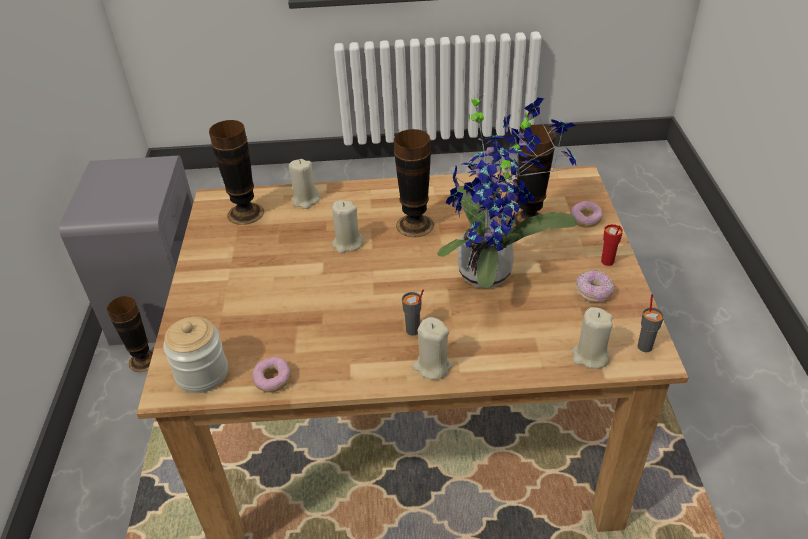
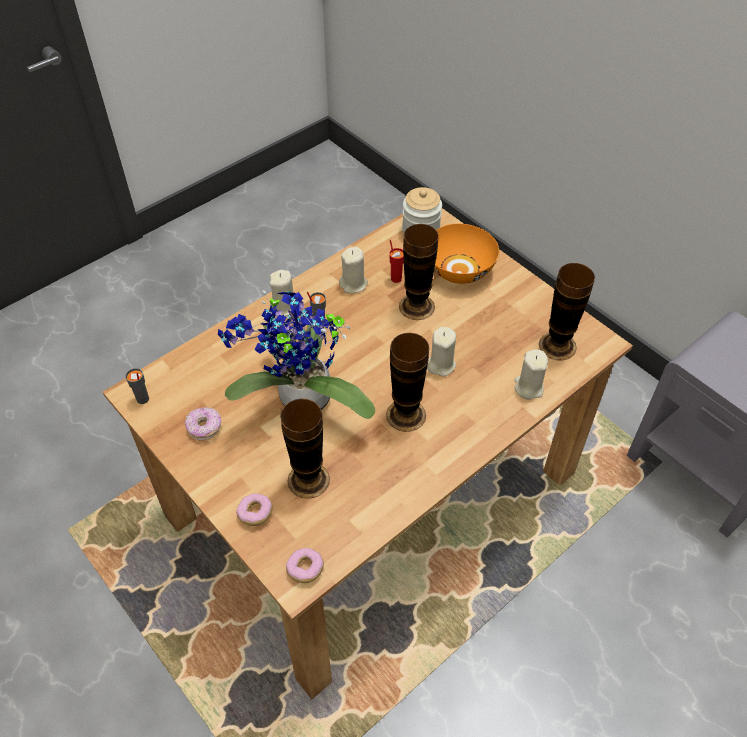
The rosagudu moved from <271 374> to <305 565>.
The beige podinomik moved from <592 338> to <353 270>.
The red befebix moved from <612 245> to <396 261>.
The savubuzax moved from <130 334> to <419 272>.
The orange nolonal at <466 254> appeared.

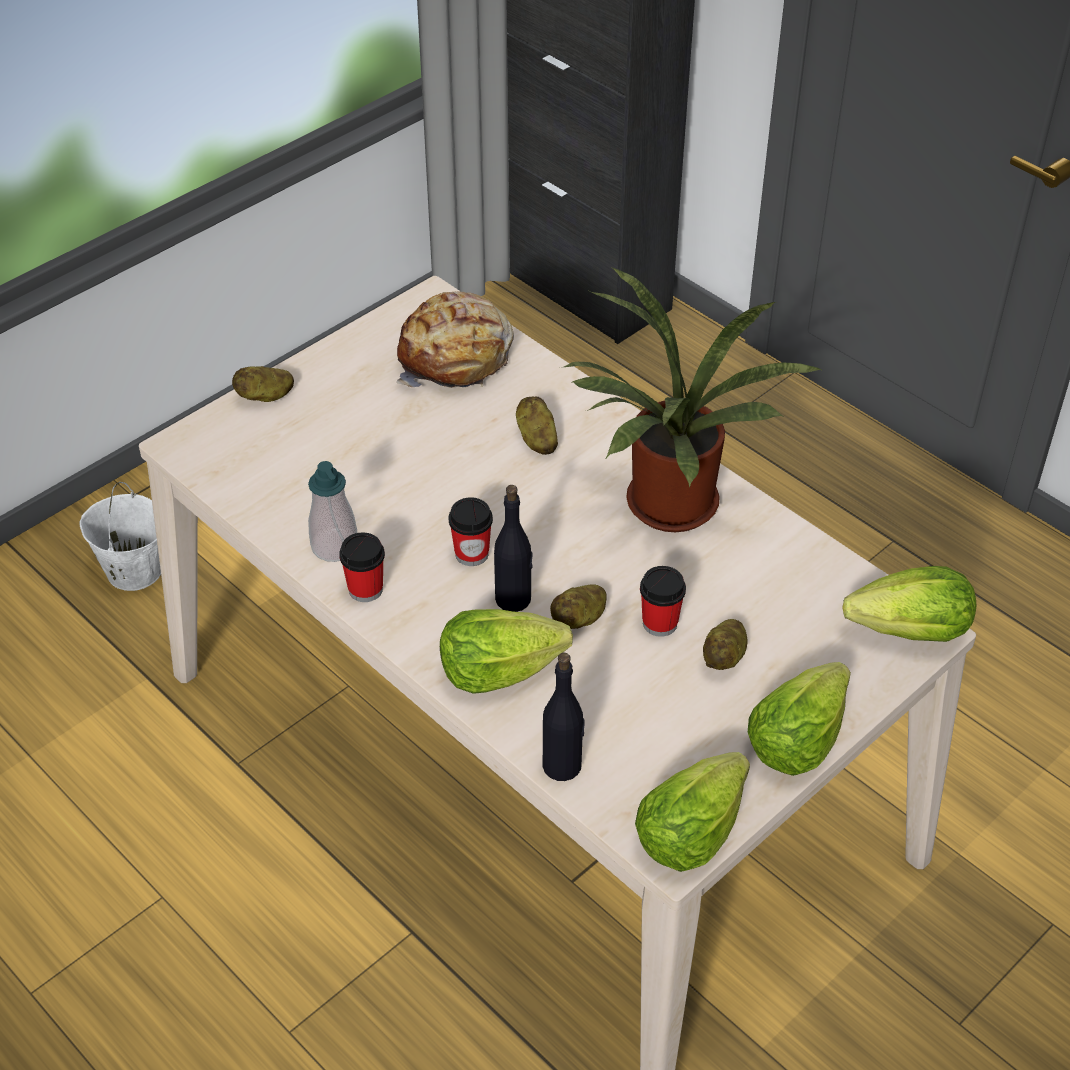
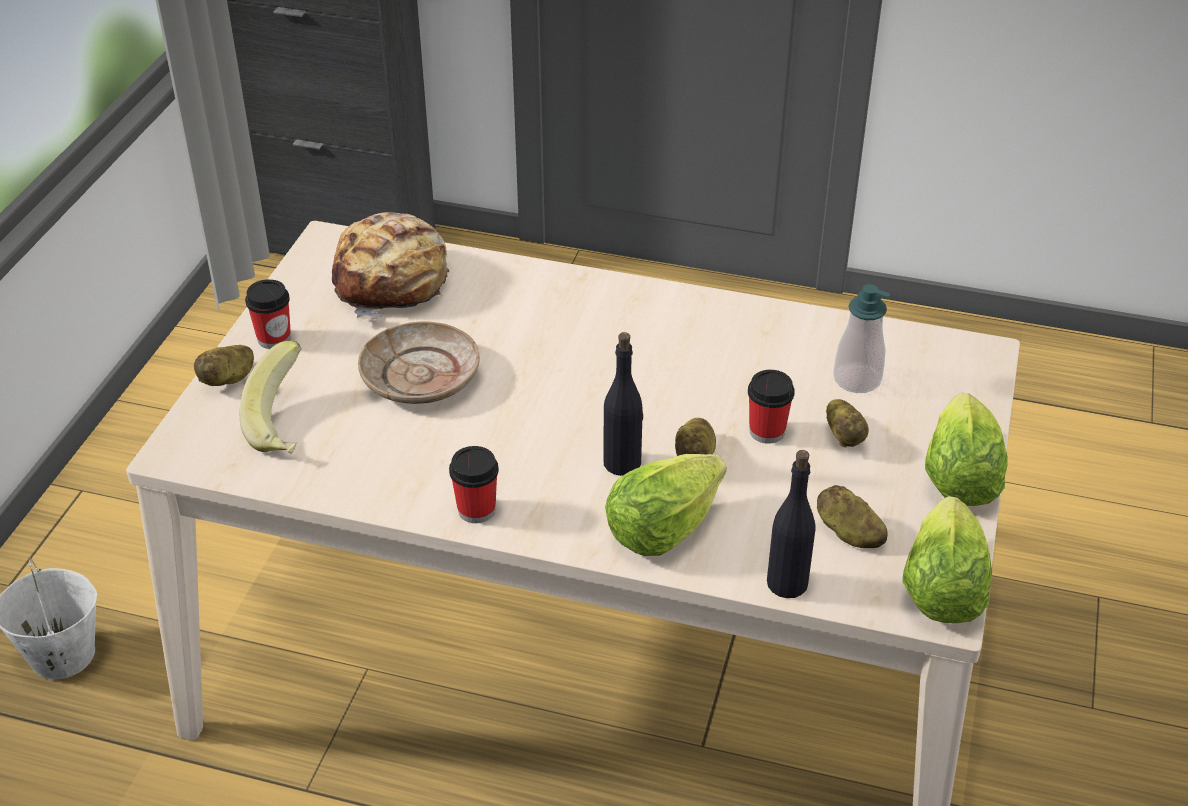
The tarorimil at <271 397> appeared.
The befebix moved from <471 531> to <268 314>.
The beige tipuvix at <419 362> appeared.
The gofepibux moved from <537 425> to <852 516>.
The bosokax moved from <332 511> to <861 338>.
The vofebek at <693 399> disappeared.
The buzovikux at <909 604> disappeared.

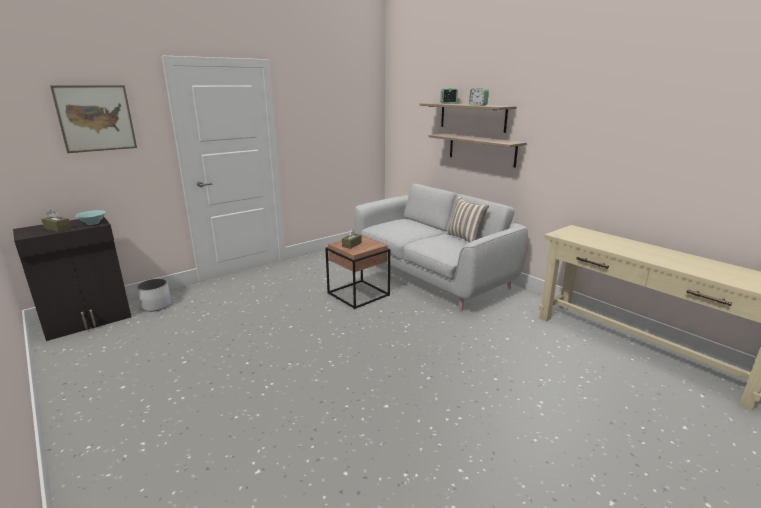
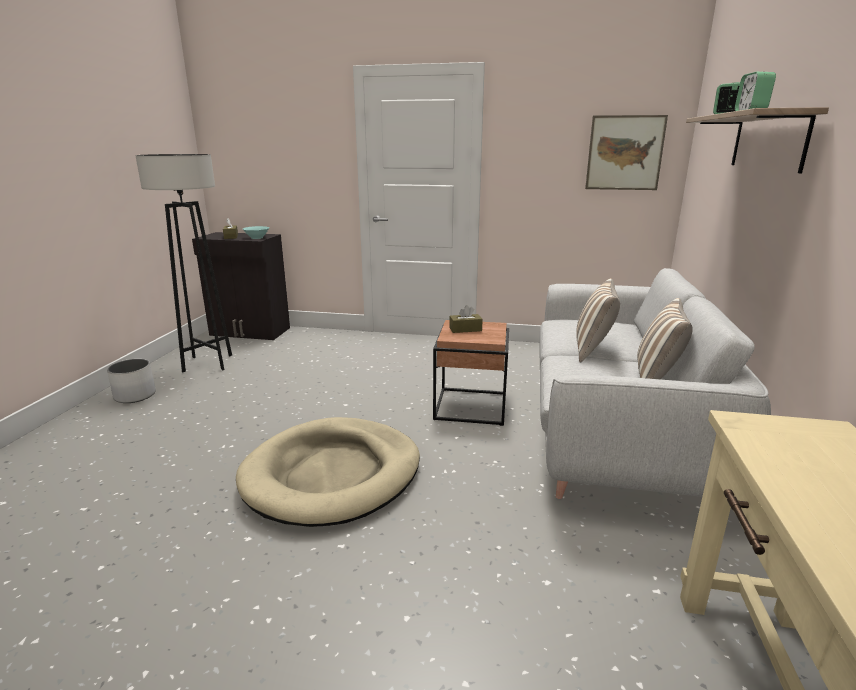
The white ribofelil moved from <154 295> to <131 381>.
The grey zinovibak at <183 263> appeared.
The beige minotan at <328 472> appeared.
The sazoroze at <598 320> appeared.
The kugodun moved from <93 119> to <626 152>.
The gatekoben at <478 151> disappeared.

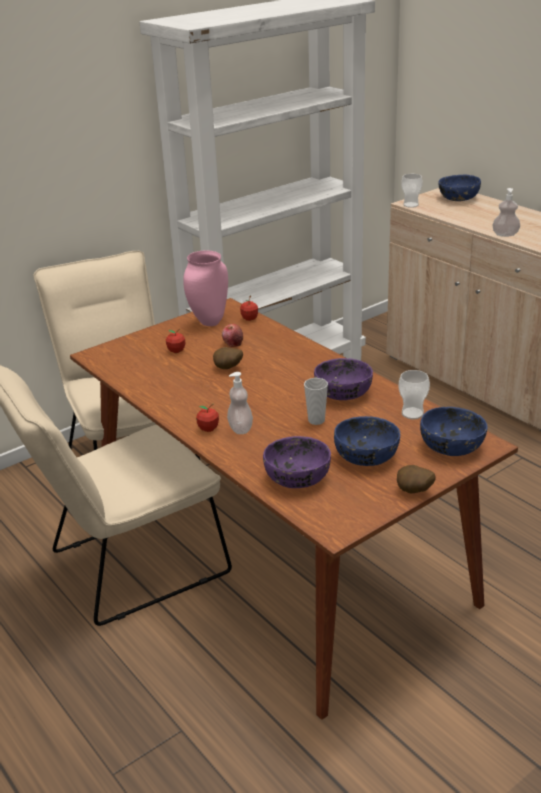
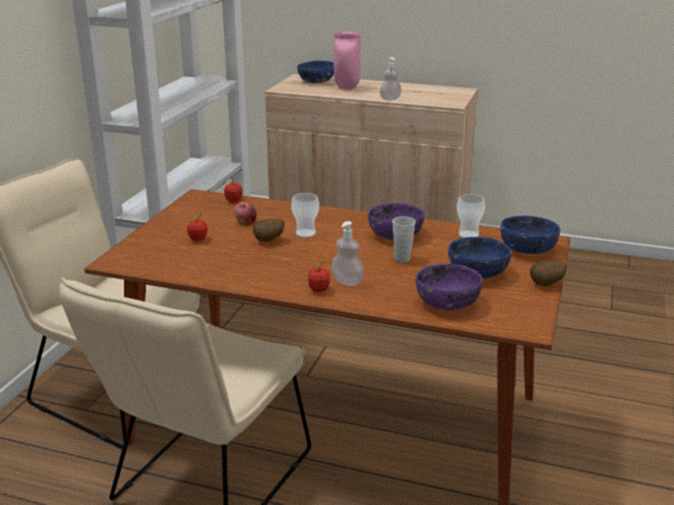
The befebix moved from <412 191> to <305 215>.
The pink savubuzax moved from <205 288> to <347 60>.

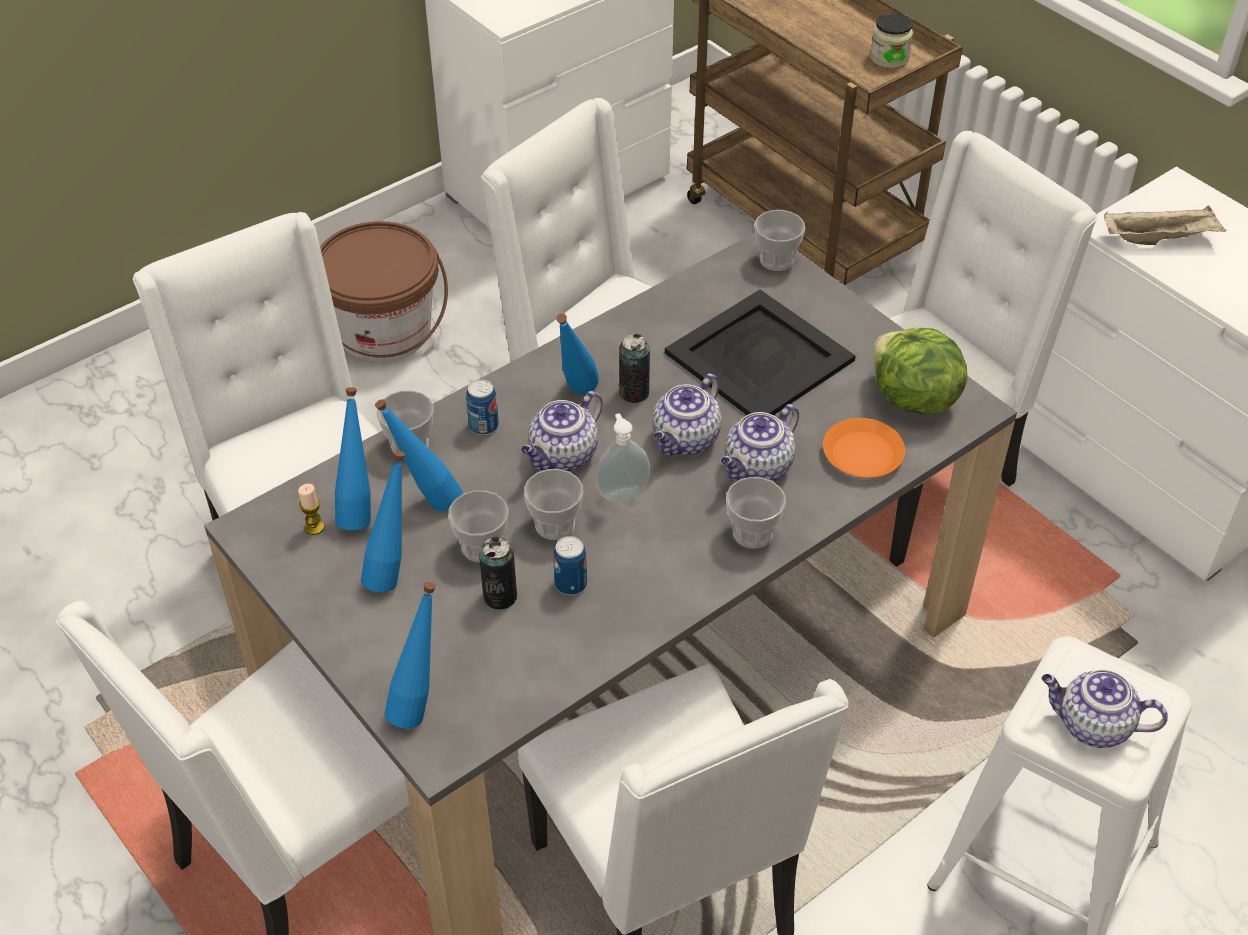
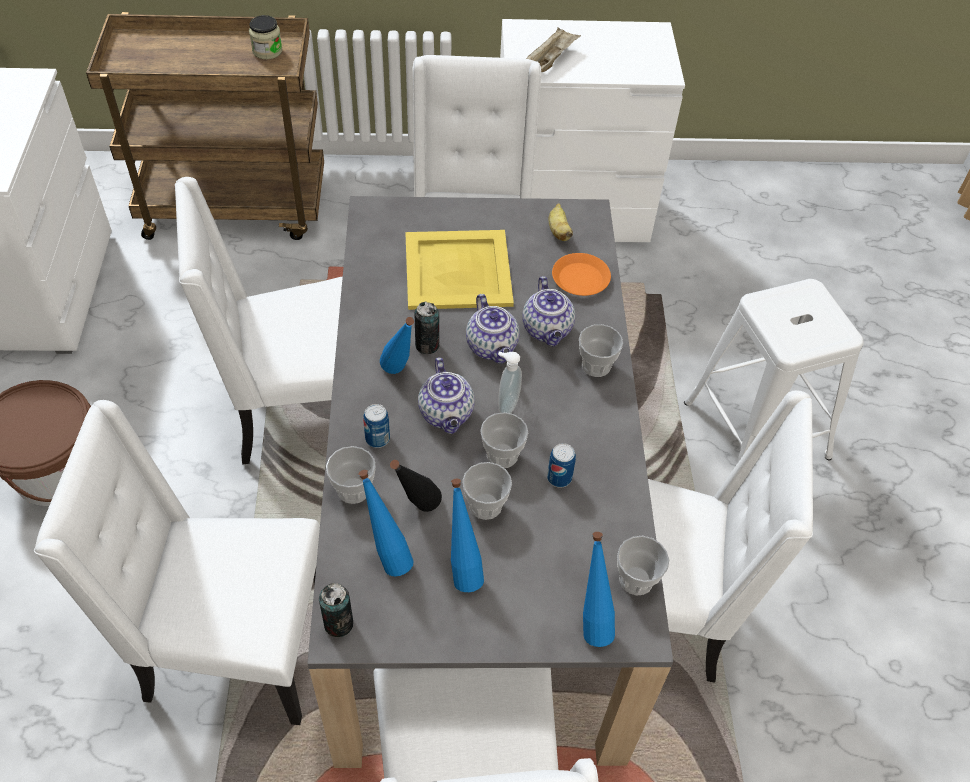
The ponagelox moved from <498 573> to <336 610>.
The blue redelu at <419 455> became the black redelu at <416 486>.
The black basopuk at <760 352> became the yellow basopuk at <459 270>.
The buzovikux at <920 371> was replaced by the tarorimil at <560 222>.
The befebix moved from <780 240> to <643 565>.
The podinomik at <311 509> disappeared.
The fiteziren at <1104 709> disappeared.

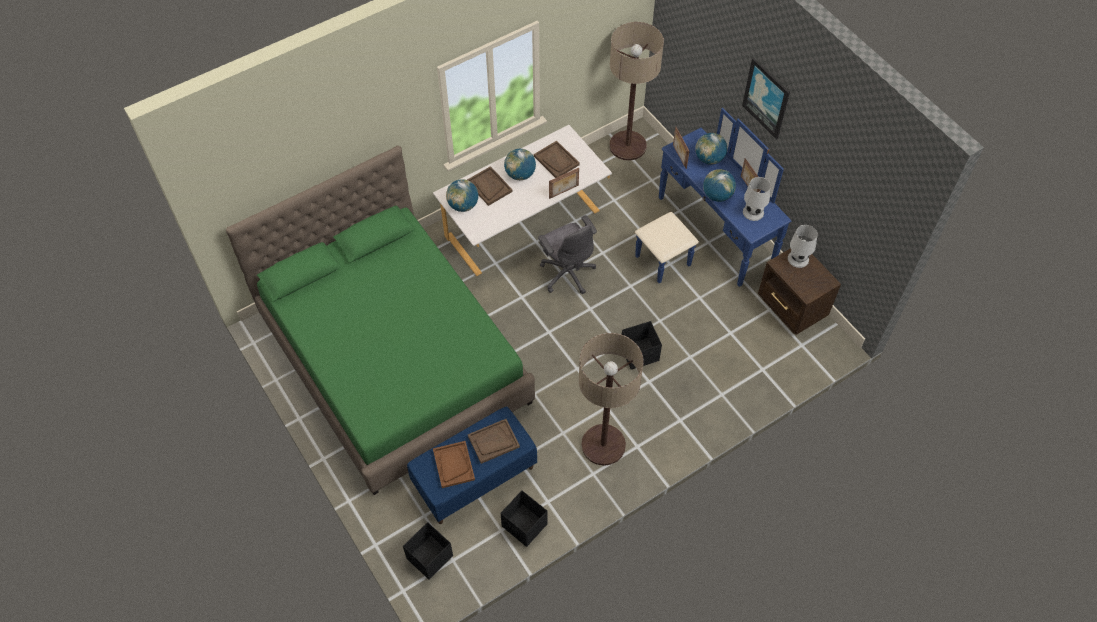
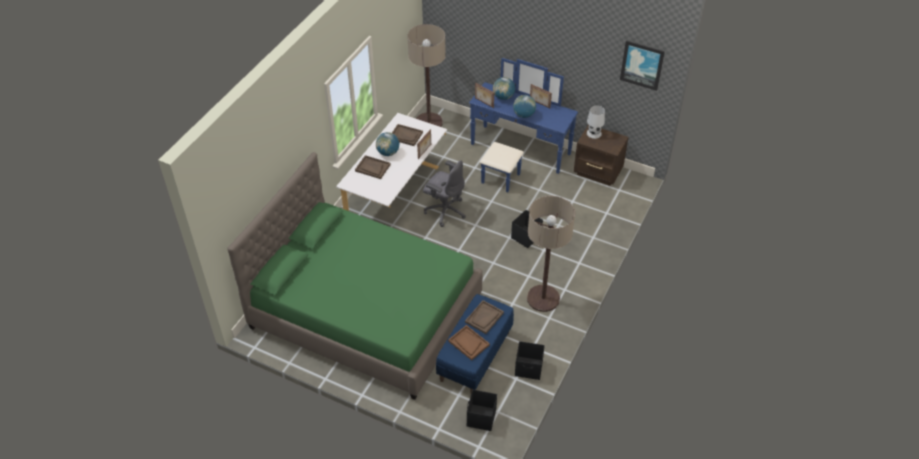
The kugodun moved from <766 98> to <642 65>.
The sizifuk at <462 195> disappeared.
The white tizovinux at <757 199> disappeared.

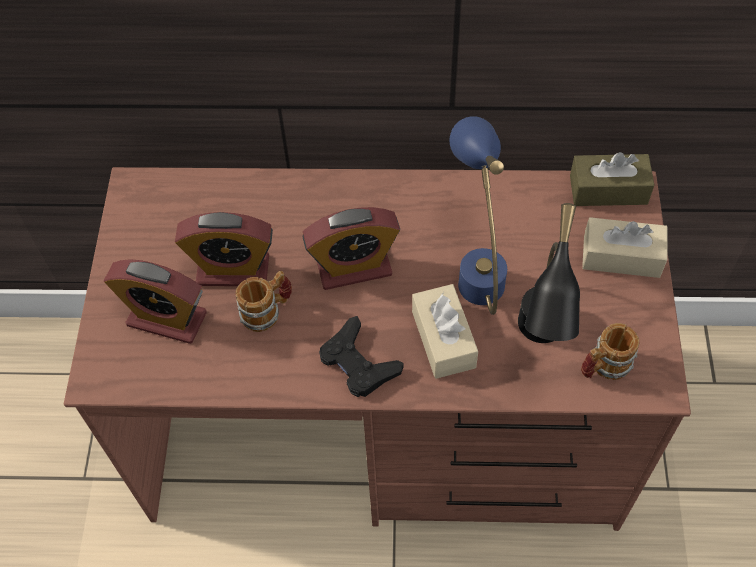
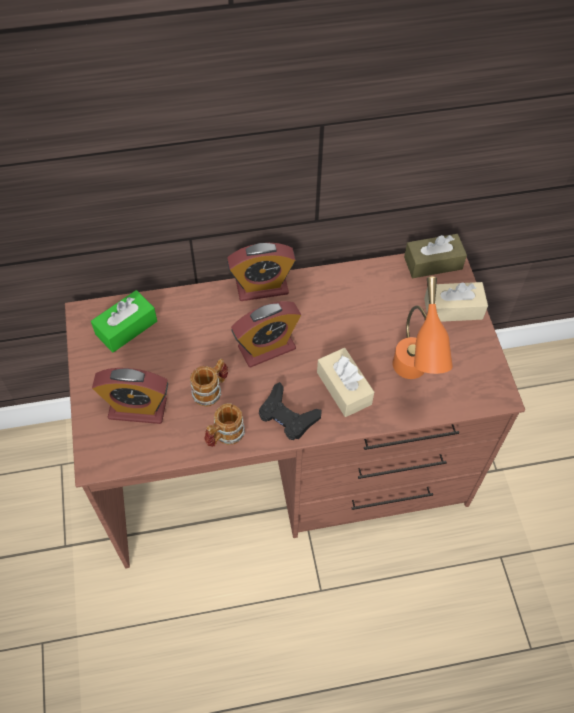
The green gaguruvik at <124 321> appeared.
The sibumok moved from <610 351> to <224 425>.
The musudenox moved from <224 249> to <261 272>.
The black tizovinux at <549 273> became the orange tizovinux at <423 327>.
The blue tizovinux at <478 215> disappeared.

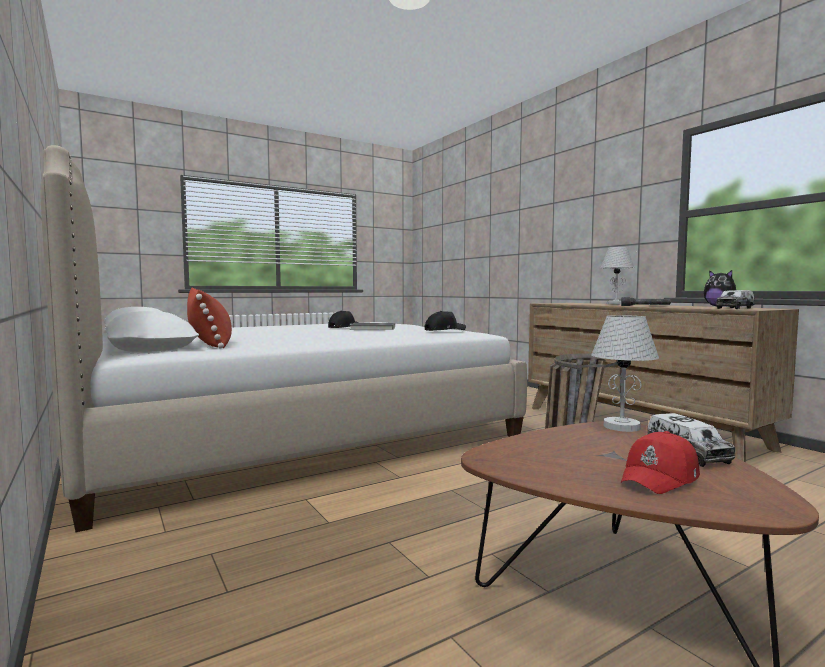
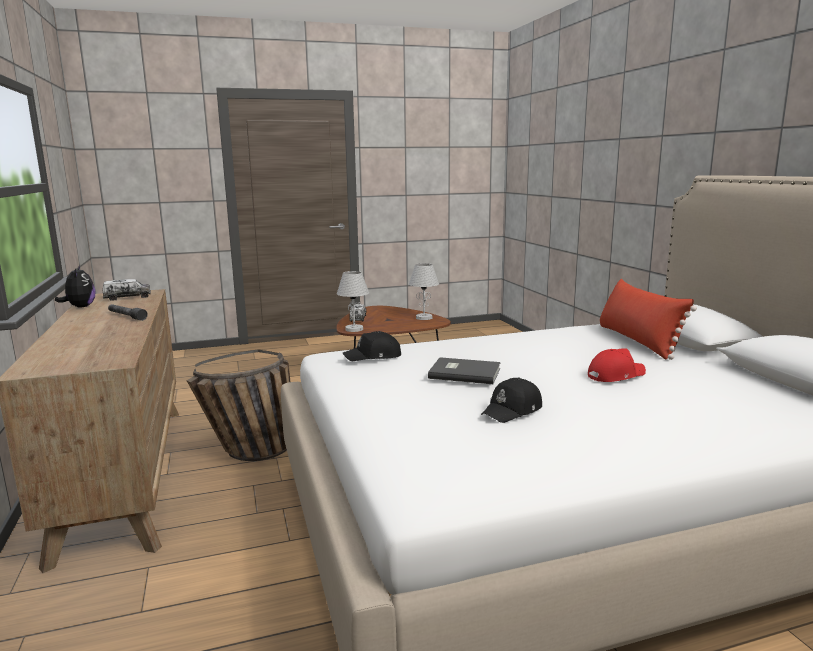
The white tizovinux moved from <617 275> to <424 291>.
The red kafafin moved from <660 462> to <617 365>.

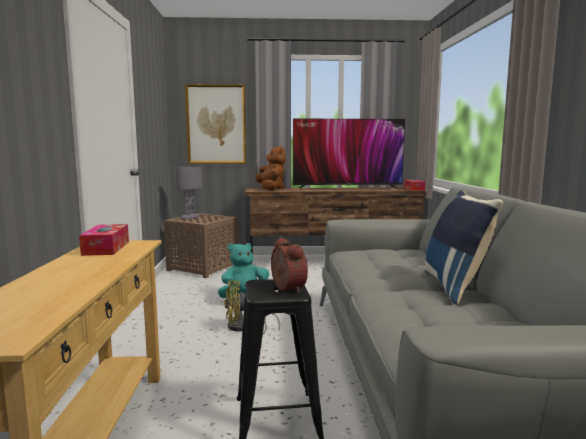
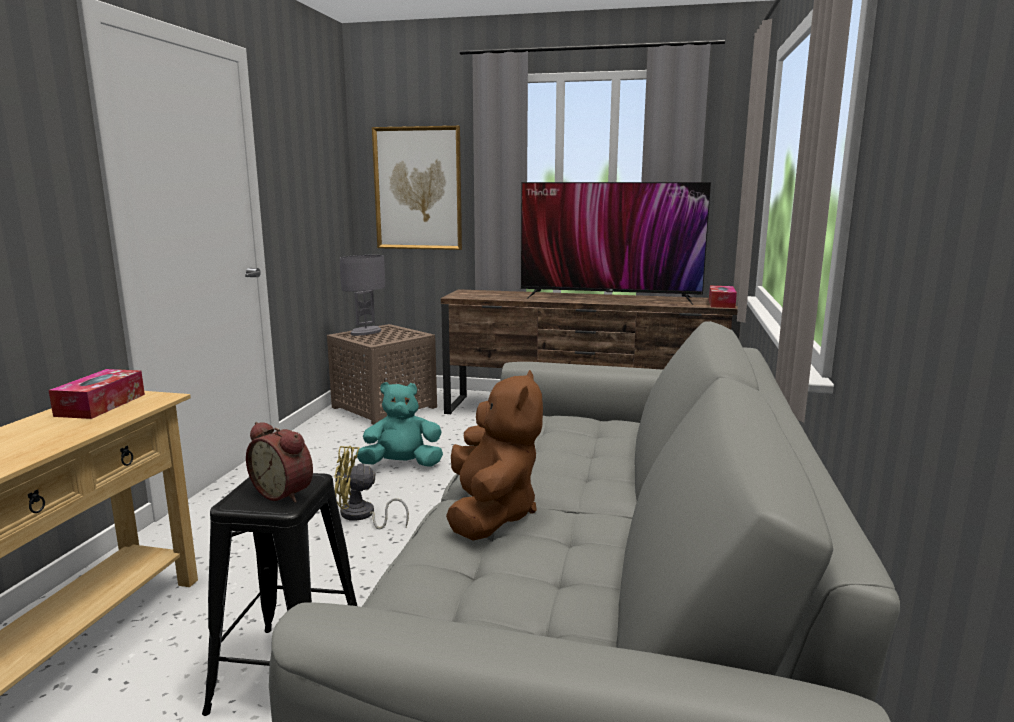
The musudenox at <289 265> turned 135 degrees clockwise.
The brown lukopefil moved from <270 168> to <494 455>.
The blue sazoroze at <463 247> disappeared.

